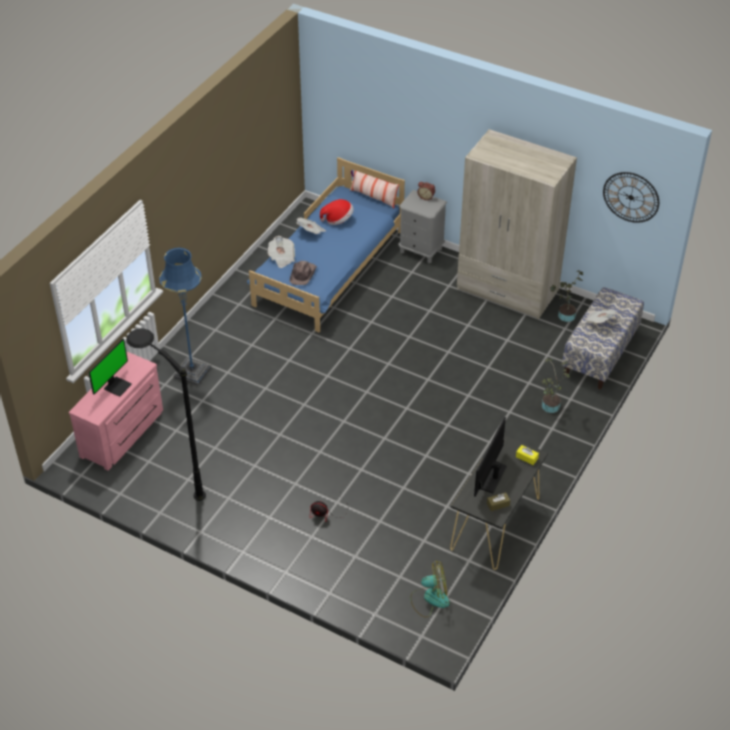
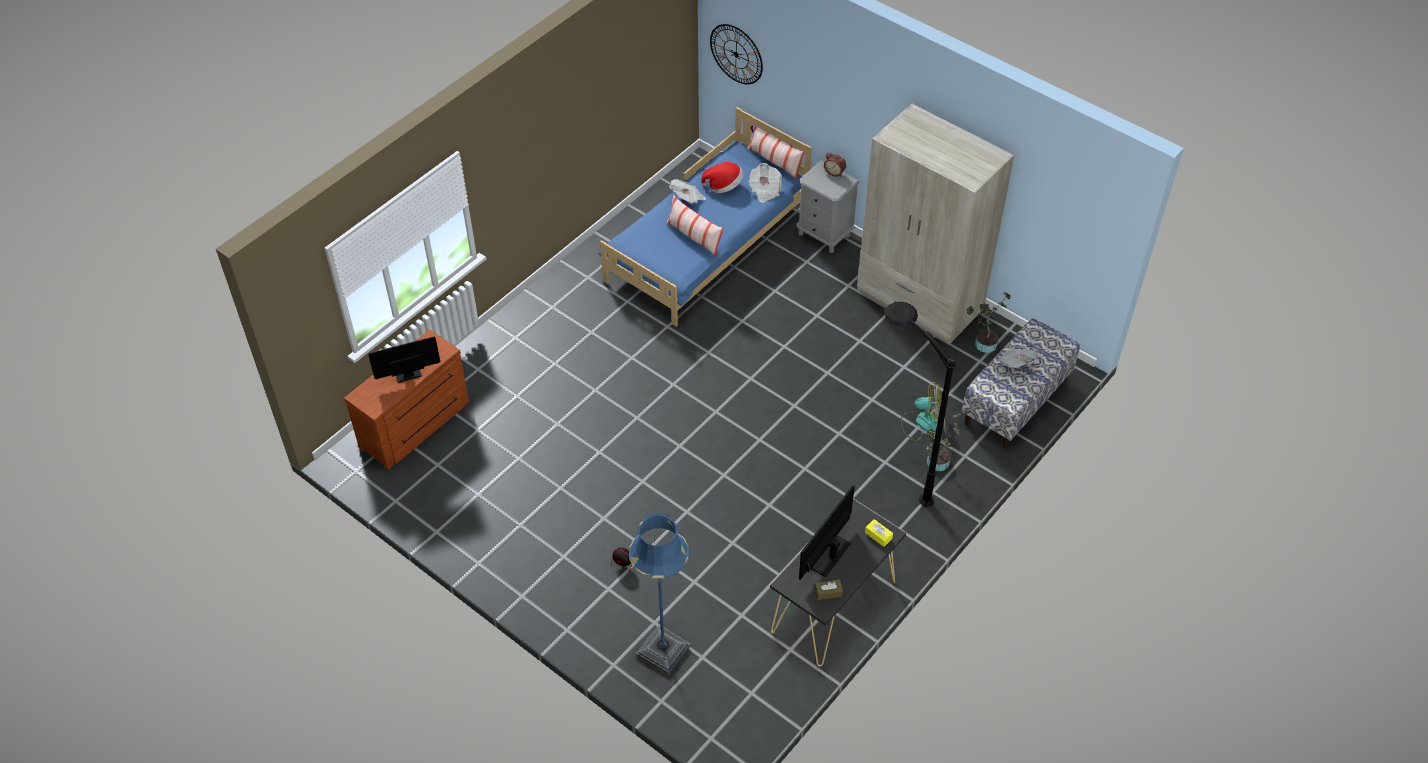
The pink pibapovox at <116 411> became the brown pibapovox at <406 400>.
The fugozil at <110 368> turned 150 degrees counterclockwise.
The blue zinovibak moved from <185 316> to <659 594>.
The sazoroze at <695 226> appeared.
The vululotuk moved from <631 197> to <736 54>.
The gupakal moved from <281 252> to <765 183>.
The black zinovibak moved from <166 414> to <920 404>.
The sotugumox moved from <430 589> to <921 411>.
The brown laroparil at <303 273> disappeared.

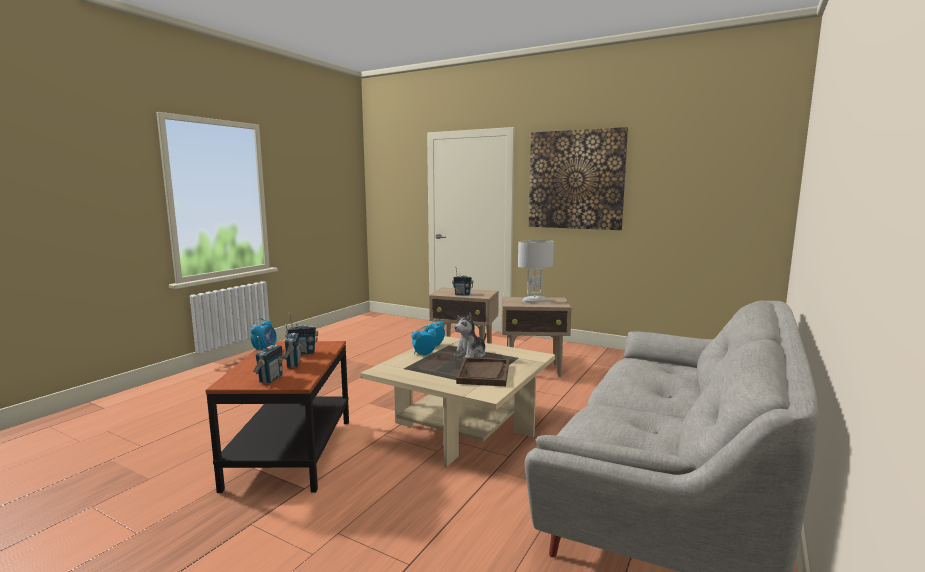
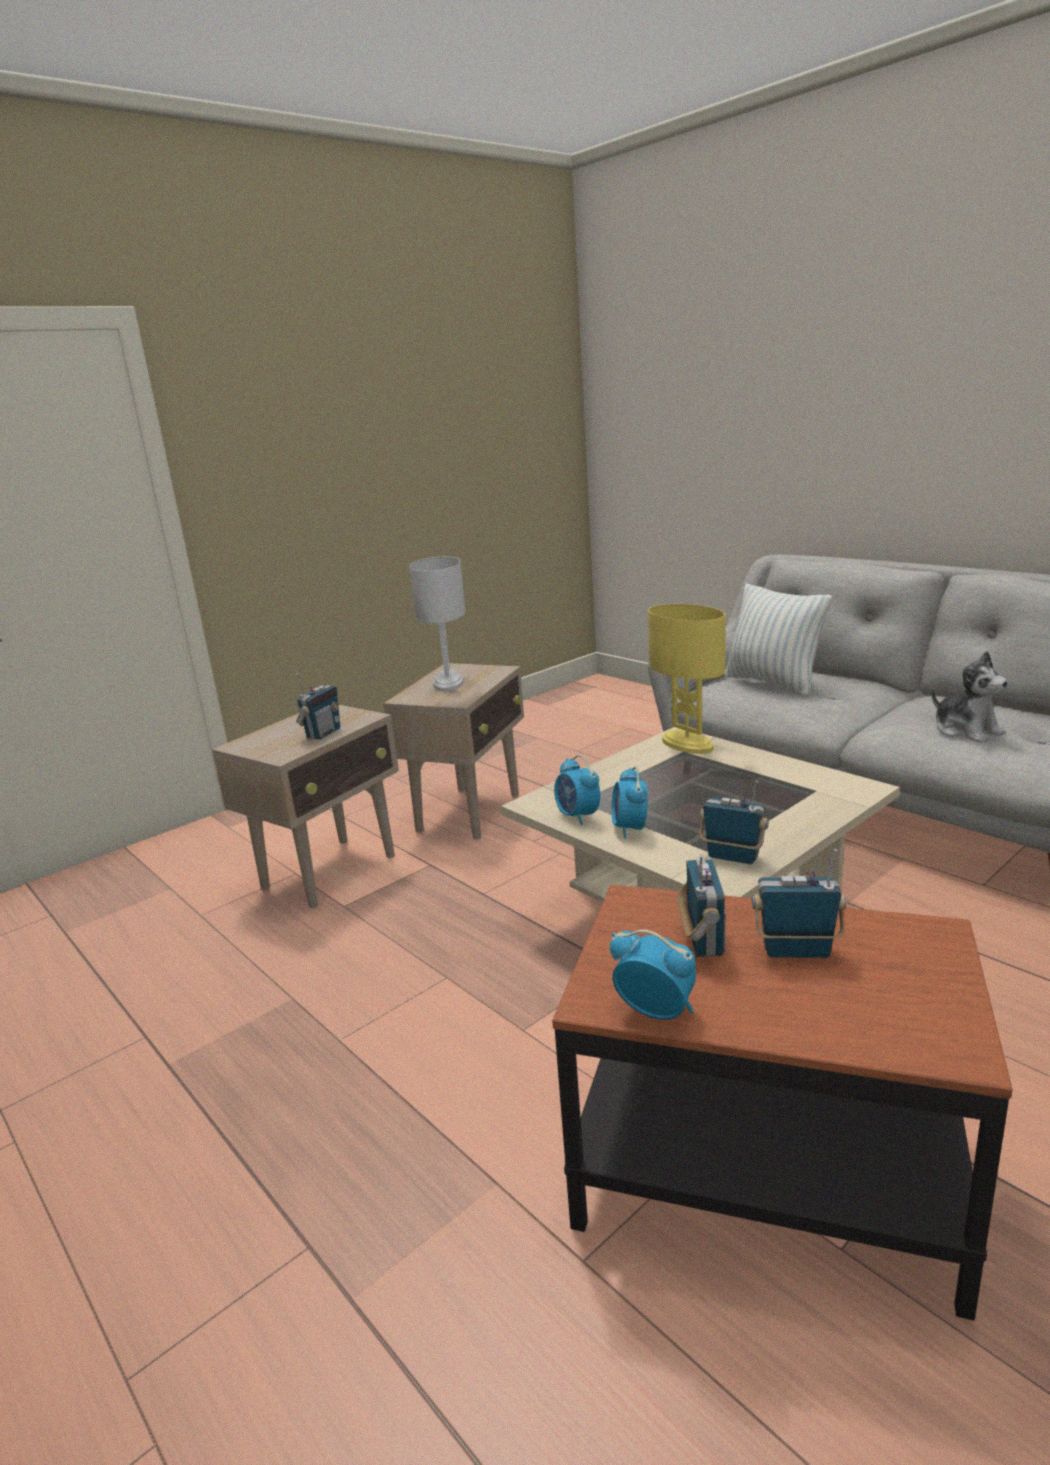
The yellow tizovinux at <687 679> appeared.
The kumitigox moved from <268 360> to <734 822>.
The sazoroze at <778 640> appeared.
The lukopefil moved from <469 335> to <969 697>.
The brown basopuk at <482 371> disappeared.
The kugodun at <578 178> disappeared.

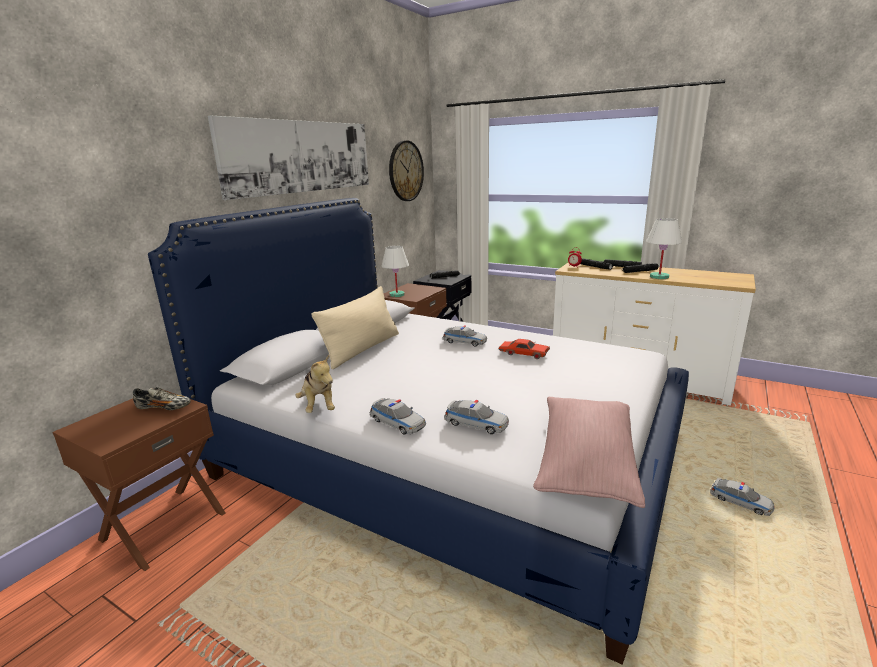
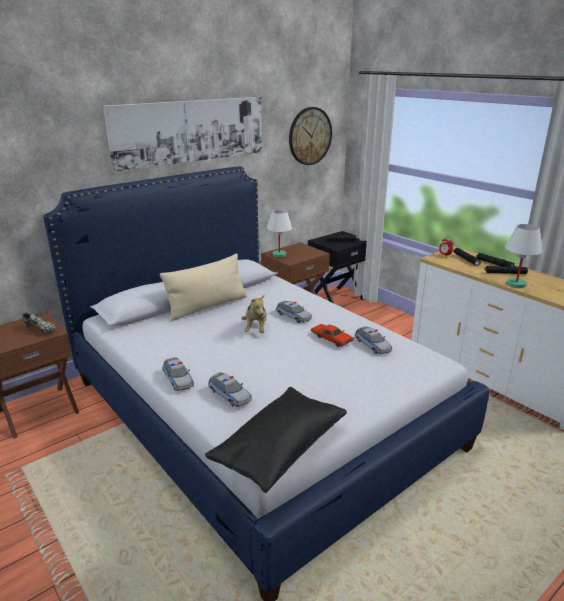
The pink sazoroze at <589 452> became the black sazoroze at <276 440>.
The lukopefil moved from <315 384> to <254 313>.
The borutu moved from <742 497> to <373 340>.

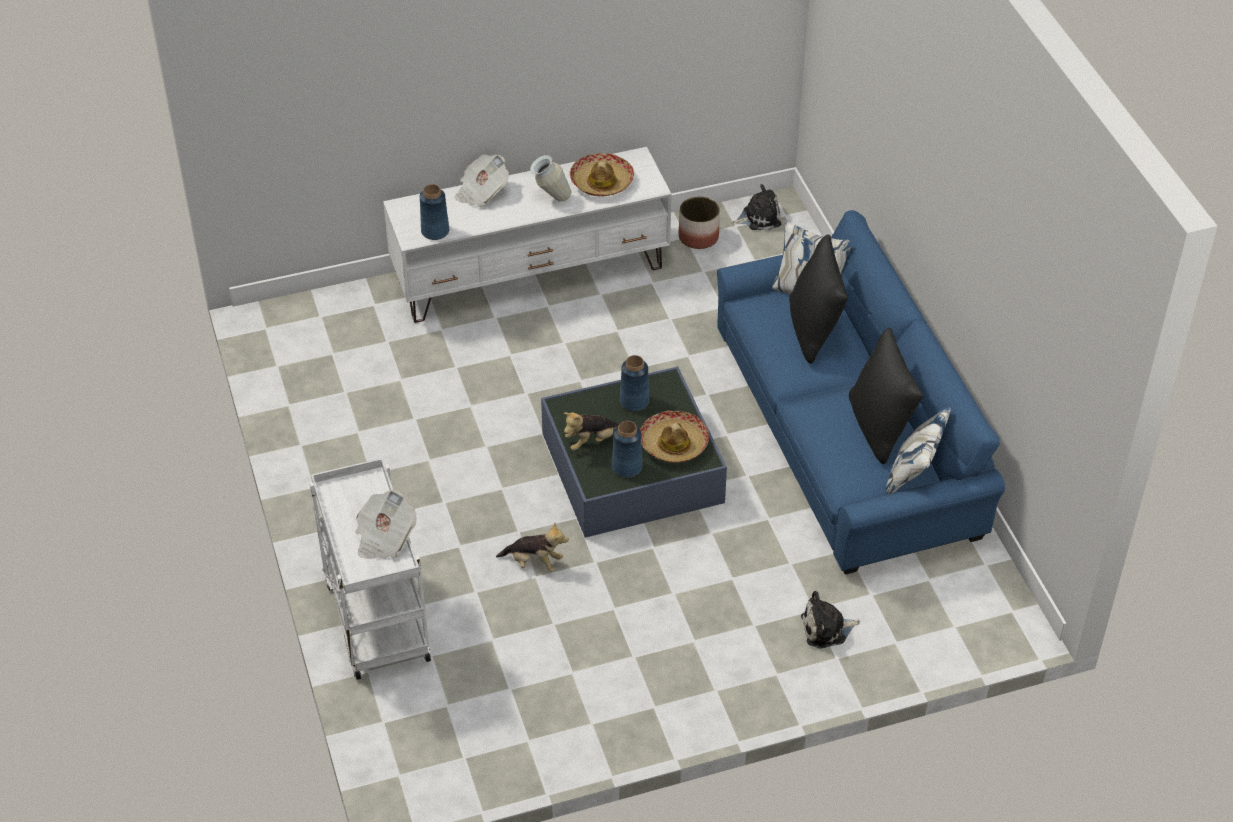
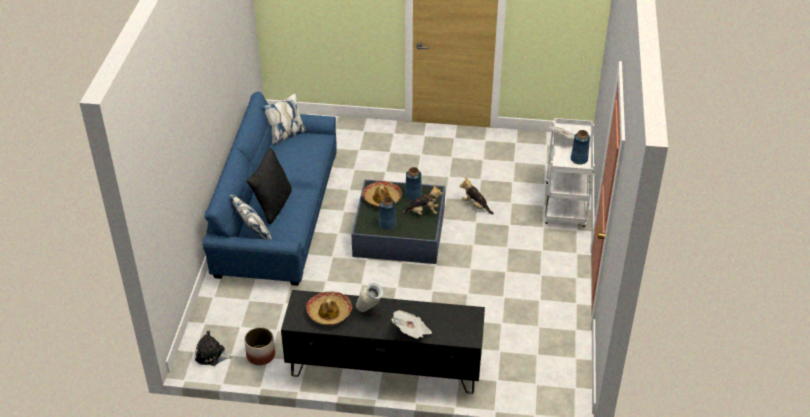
The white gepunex at <527 235> became the black gepunex at <383 342>.
The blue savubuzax moved from <434 212> to <580 147>.
The lukopefil at <830 619> disappeared.
The black sazoroze at <886 396> disappeared.

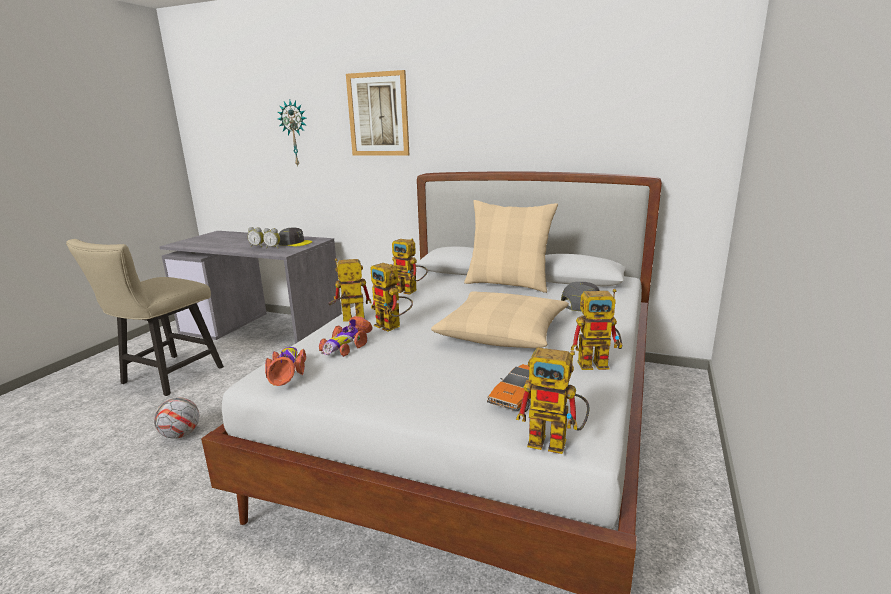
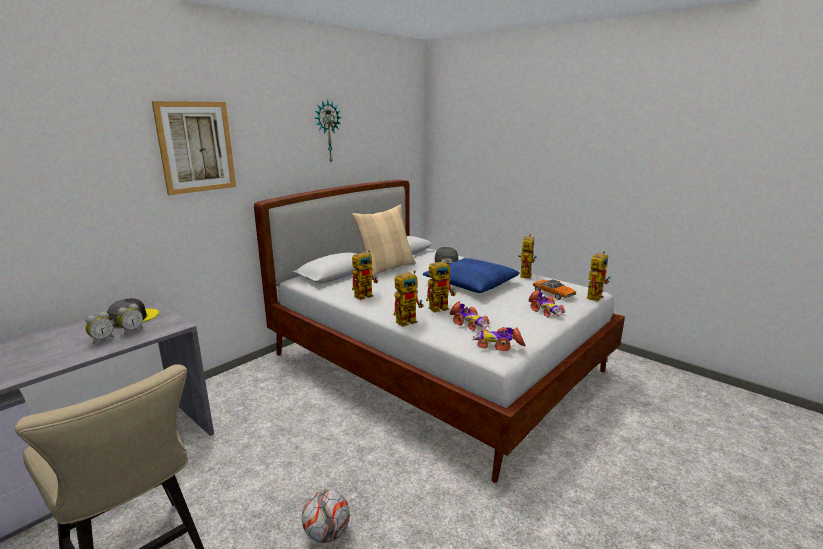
The vululotuk moved from <292 133> to <328 130>.
The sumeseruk at <349 289> turned 135 degrees counterclockwise.
The beige sazoroze at <500 319> became the blue sazoroze at <471 275>.
The borutu at <546 303> appeared.

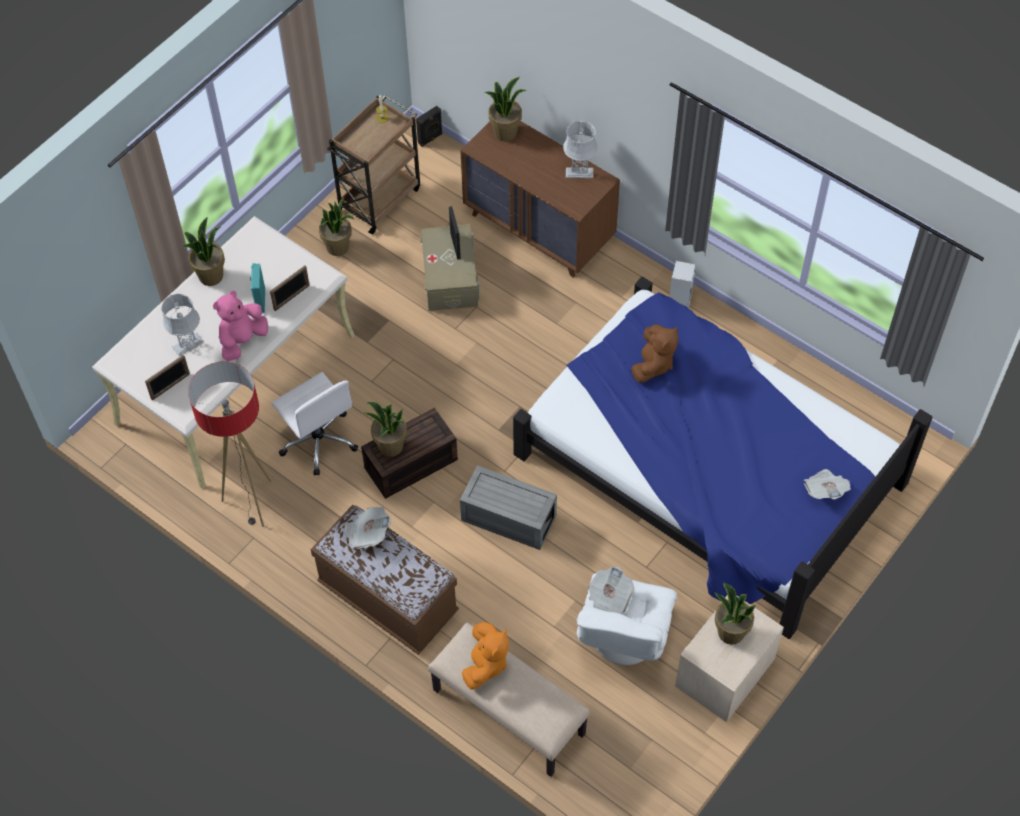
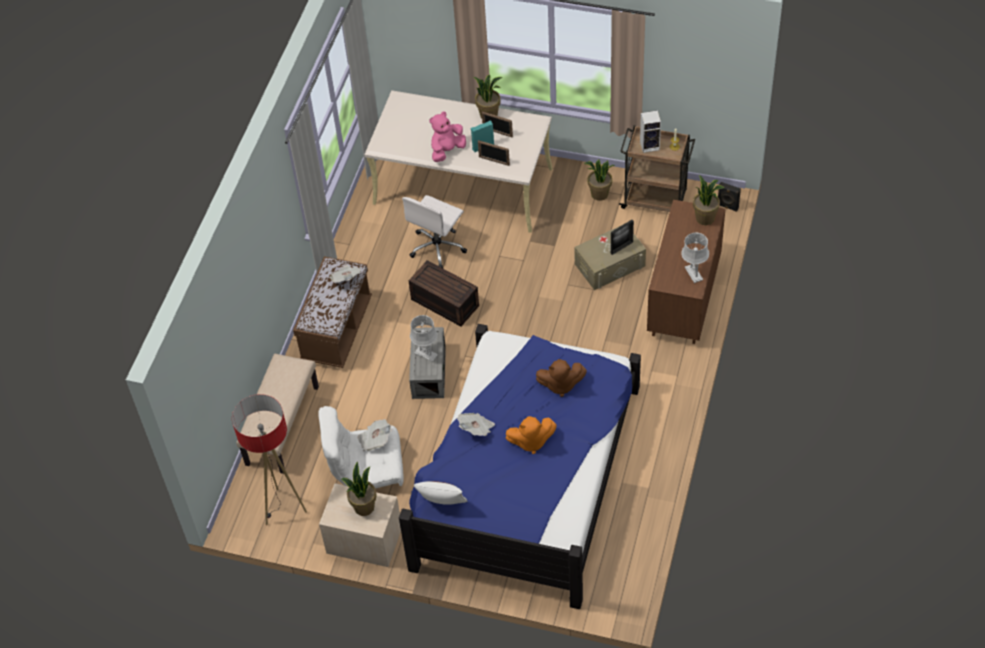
The zinovibak moved from <230 444> to <269 459>.
The grey tizovinux moved from <182 325> to <424 338>.
The white sazoroze at <441 493> appeared.
The pink lukopefil at <240 326> turned 60 degrees counterclockwise.
The gupakal moved from <827 484> to <476 424>.
The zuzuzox moved from <167 377> to <497 124>.
The orange lukopefil moved from <485 655> to <531 435>.
The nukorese moved from <682 284> to <650 132>.
The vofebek at <385 429> disappeared.

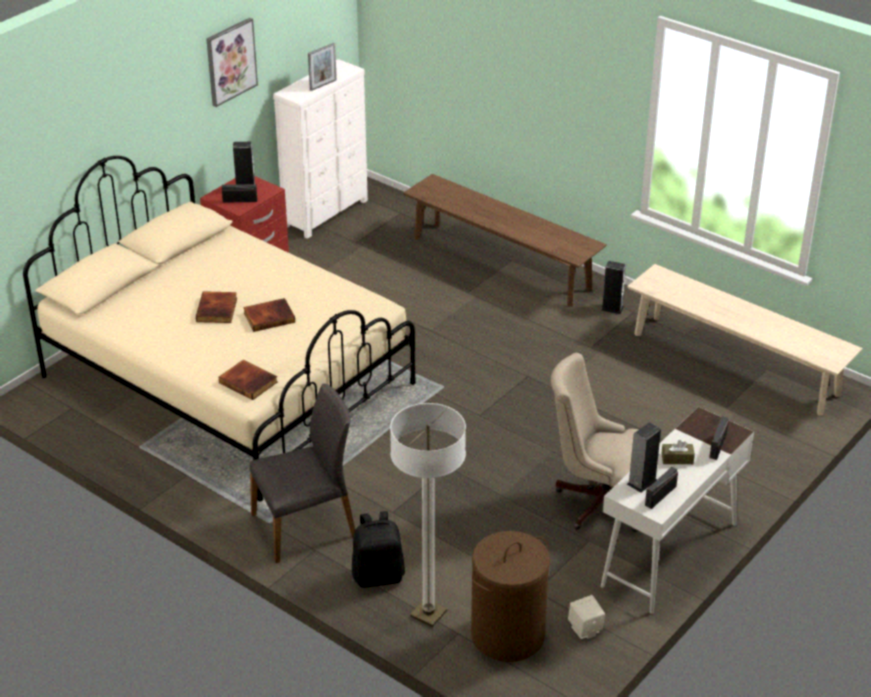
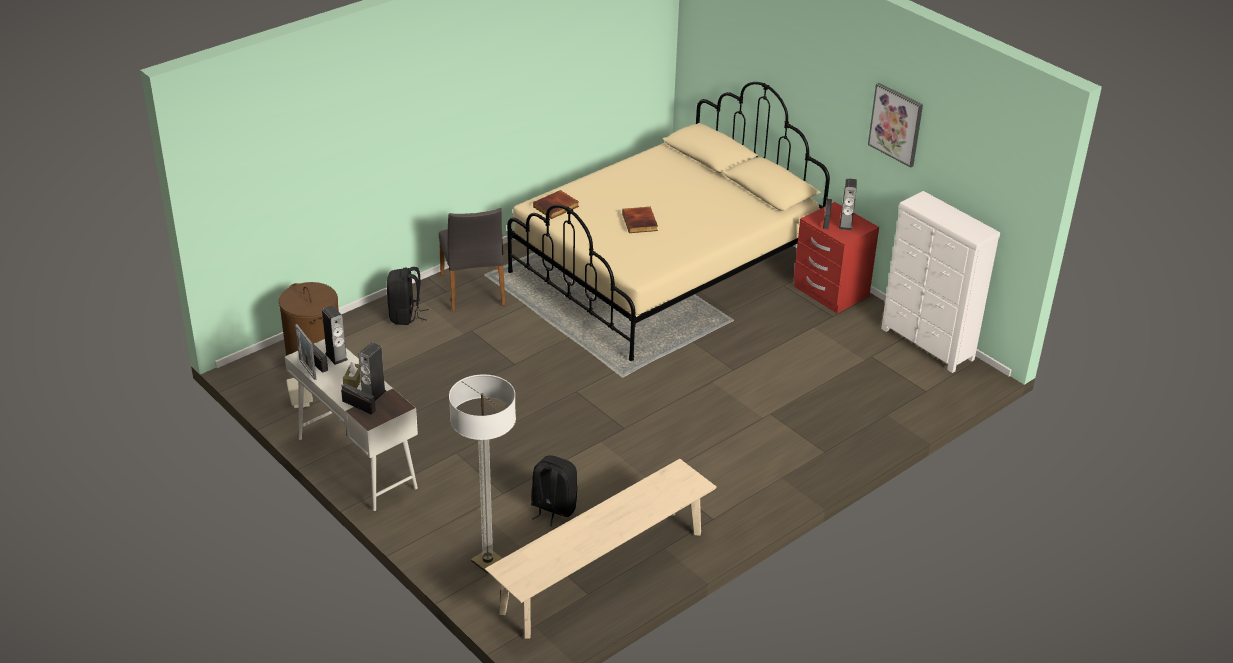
The zuzuzox moved from <322 67> to <305 352>.
The nukorese moved from <613 287> to <372 371>.
The zinovibak moved from <428 515> to <482 473>.
The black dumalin at <554 490> appeared.
The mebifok at <216 307> disappeared.
The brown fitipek at <505 240> disappeared.
The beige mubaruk at <595 442> disappeared.

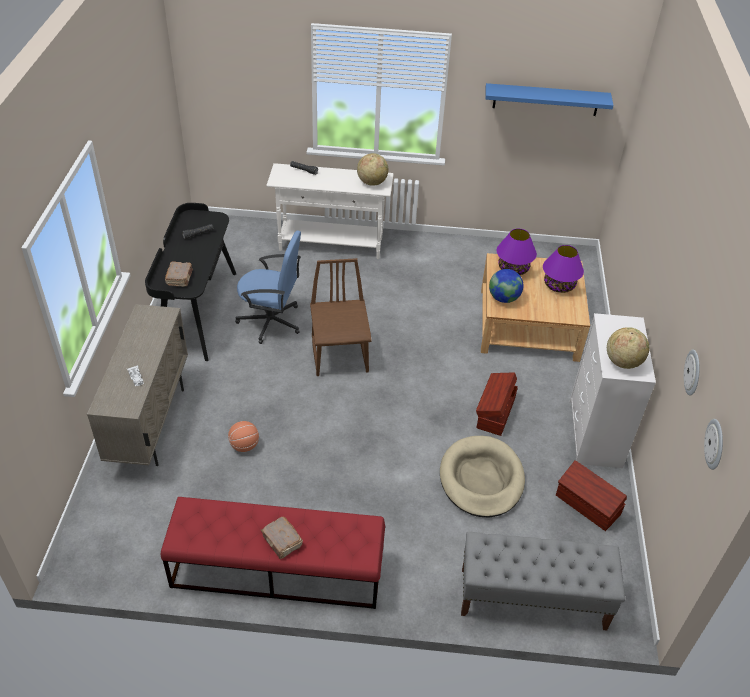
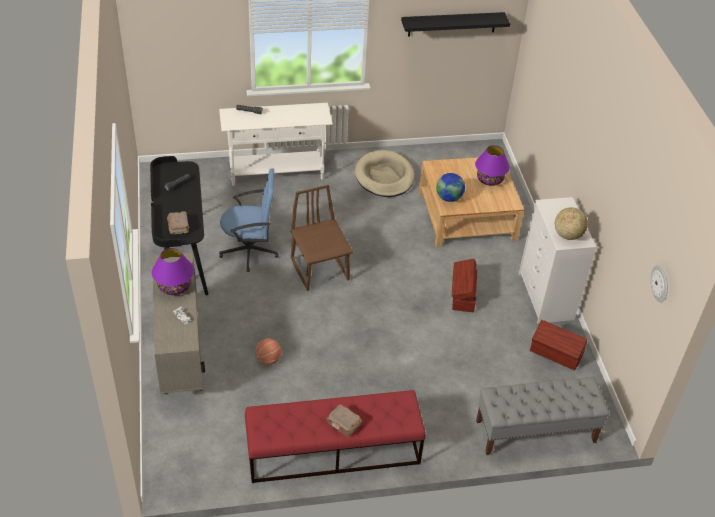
The purple tizovinux moved from <516 252> to <173 271>.
The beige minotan moved from <482 476> to <384 173>.
The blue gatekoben at <550 99> became the black gatekoben at <455 24>.
The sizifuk at <373 169> disappeared.
The vululotuk at <692 372> disappeared.

